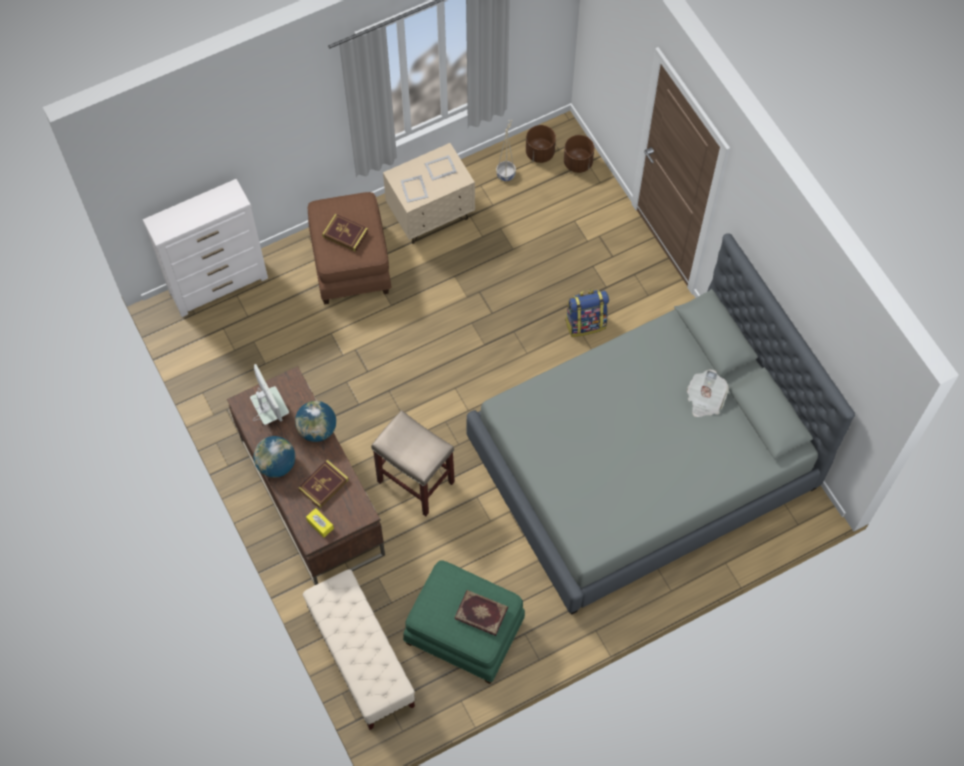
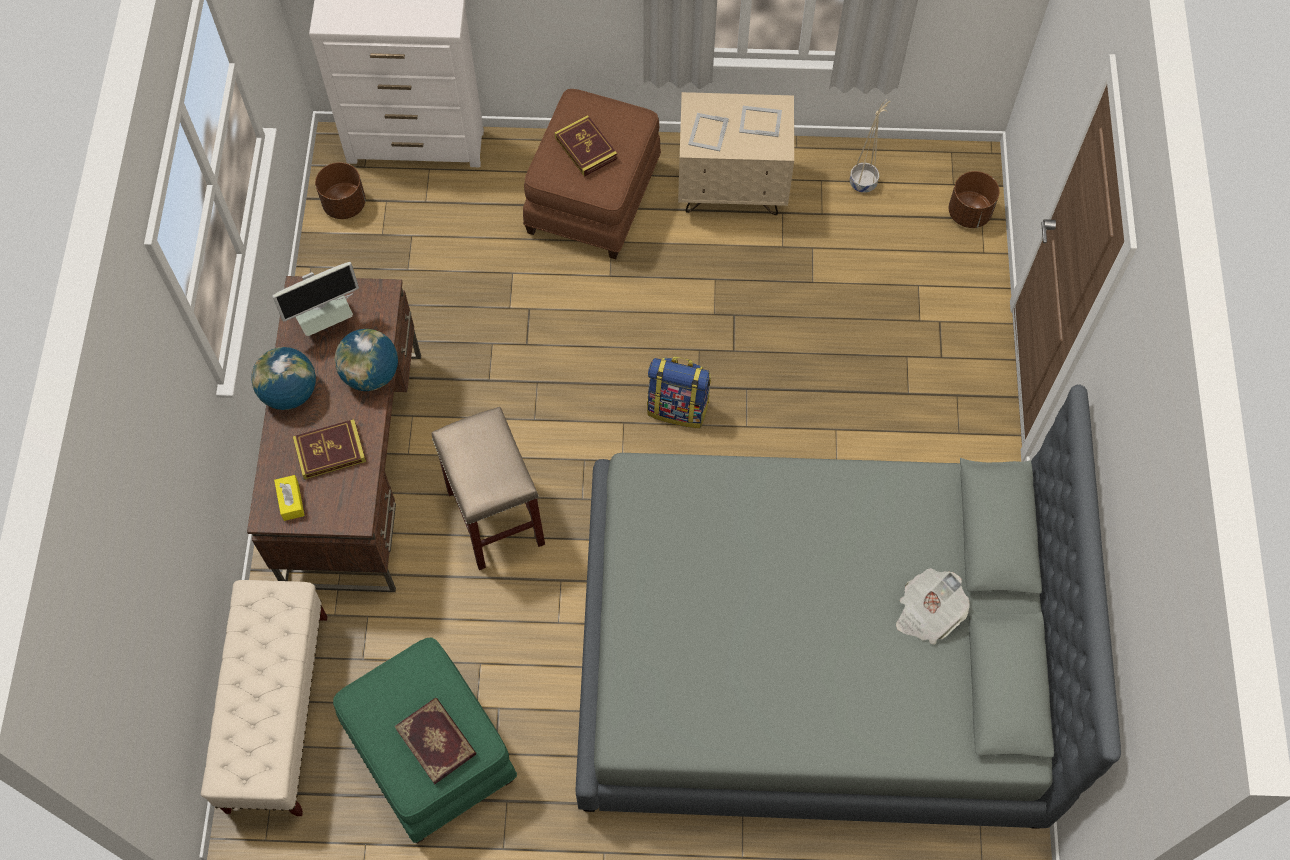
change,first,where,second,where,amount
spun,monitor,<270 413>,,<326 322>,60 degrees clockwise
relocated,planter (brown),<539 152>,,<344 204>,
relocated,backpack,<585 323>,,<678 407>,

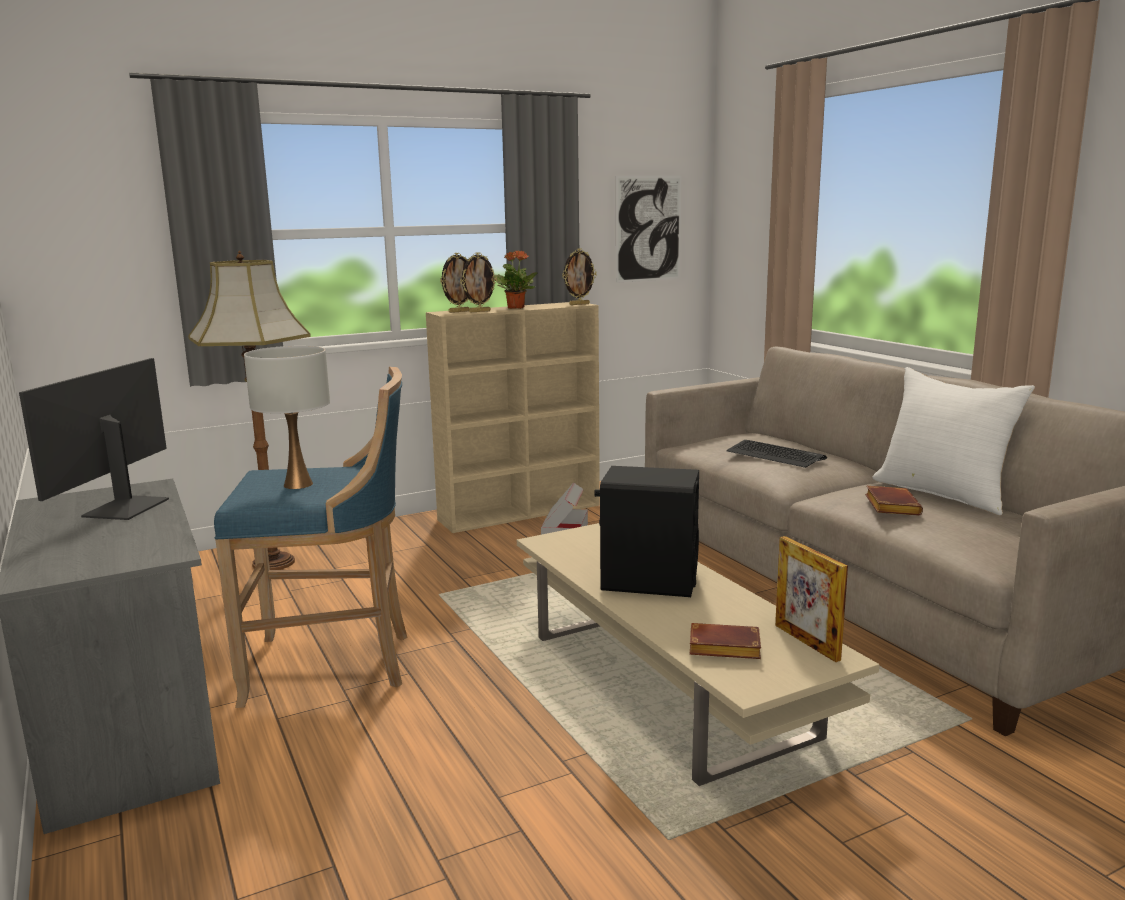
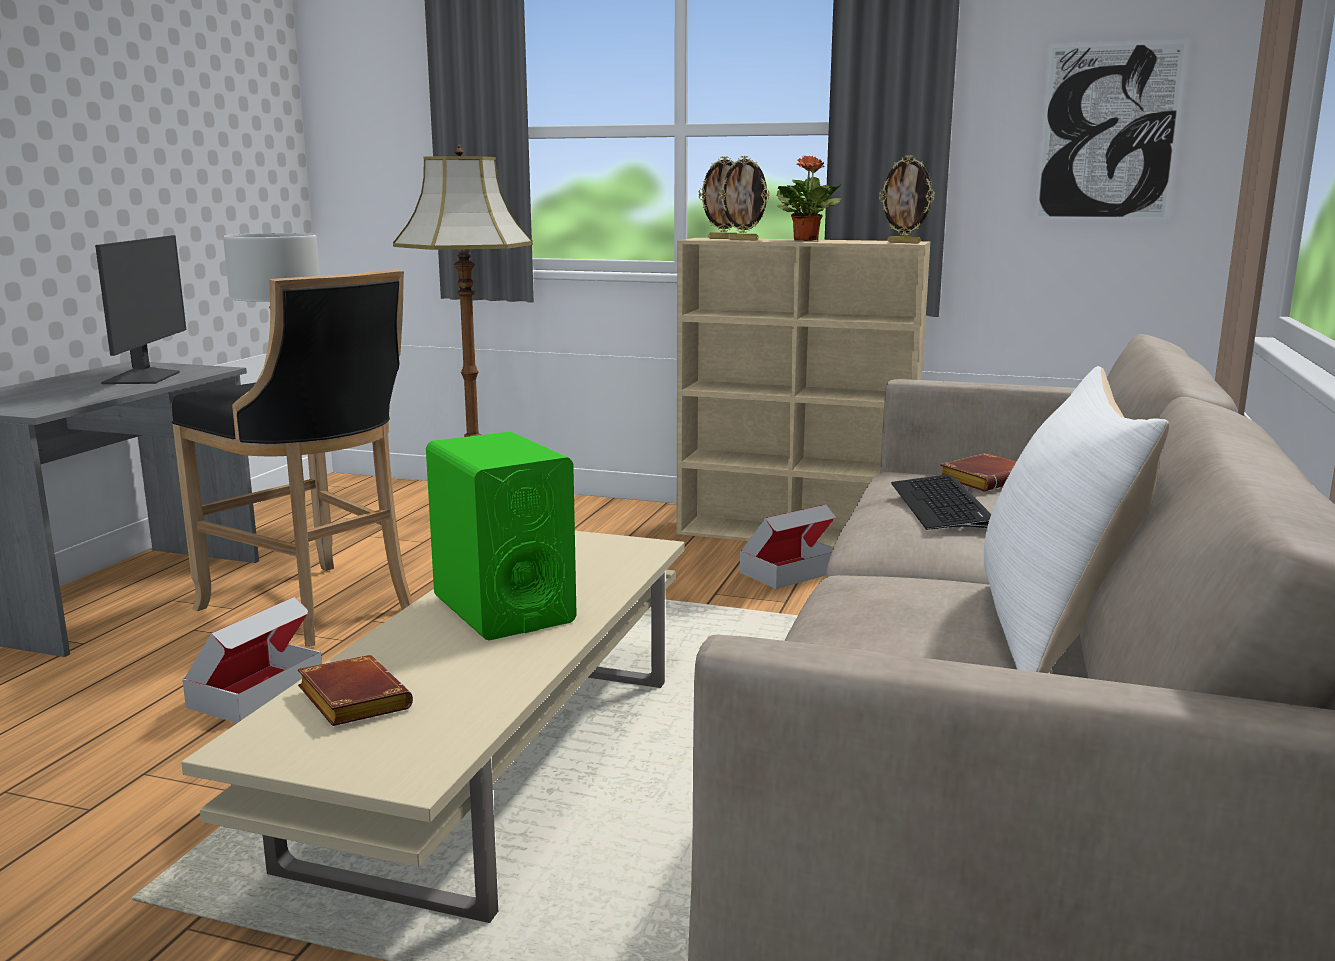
change,first,where,second,where,amount
spun,monitor,<124 508>,,<144 378>,120 degrees clockwise
colour,stool (blue),<334 665>,stool (black),<315 608>,
appeared,,,cardboard box,<256 692>,
colour,speaker (black),<648 582>,speaker (green),<503 609>,
relocated,book (brown),<889 506>,,<984 480>,
missing,picture frame,<806 642>,,,

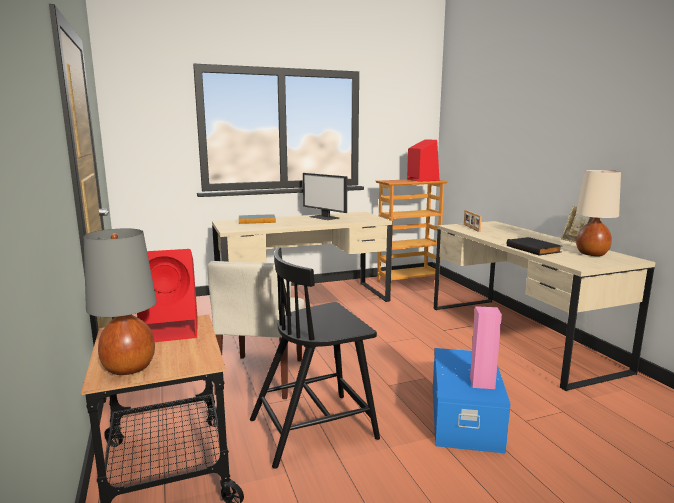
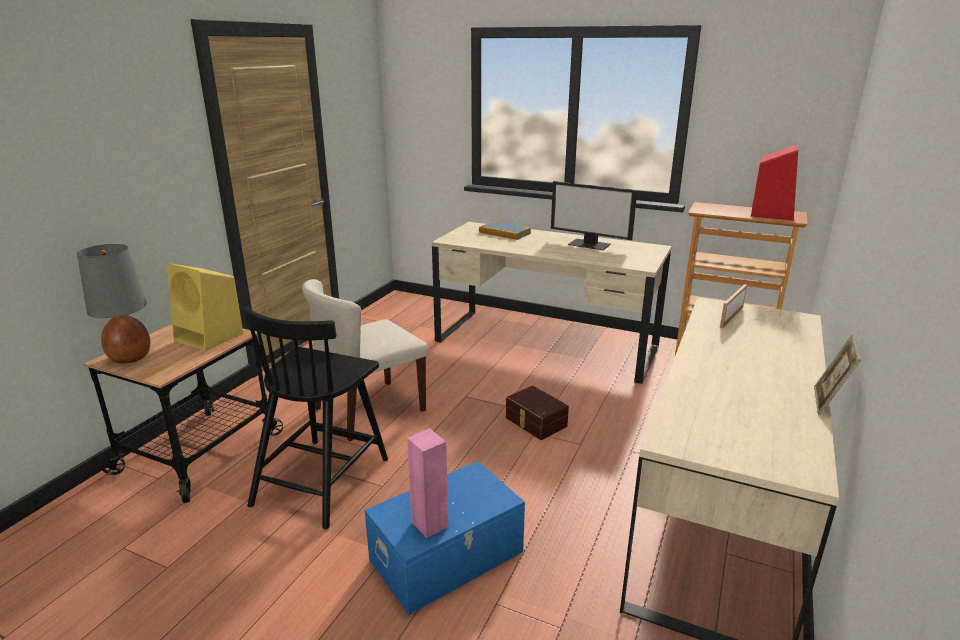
change,first,where,second,where,amount
colour,speaker (red),<172 330>,speaker (yellow),<210 337>,
spun,chair (black),<315 428>,,<322 479>,90 degrees counterclockwise
appeared,,,storage box (brown),<535 422>,
spun,monitor,<325 217>,,<590 244>,60 degrees counterclockwise
missing,book (black),<534 249>,,,
missing,table lamp (beige),<591 254>,,,

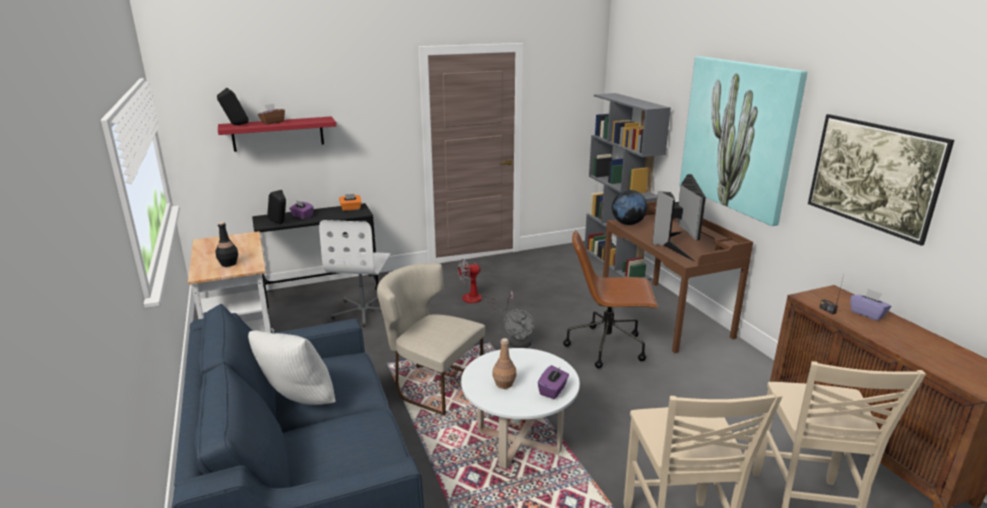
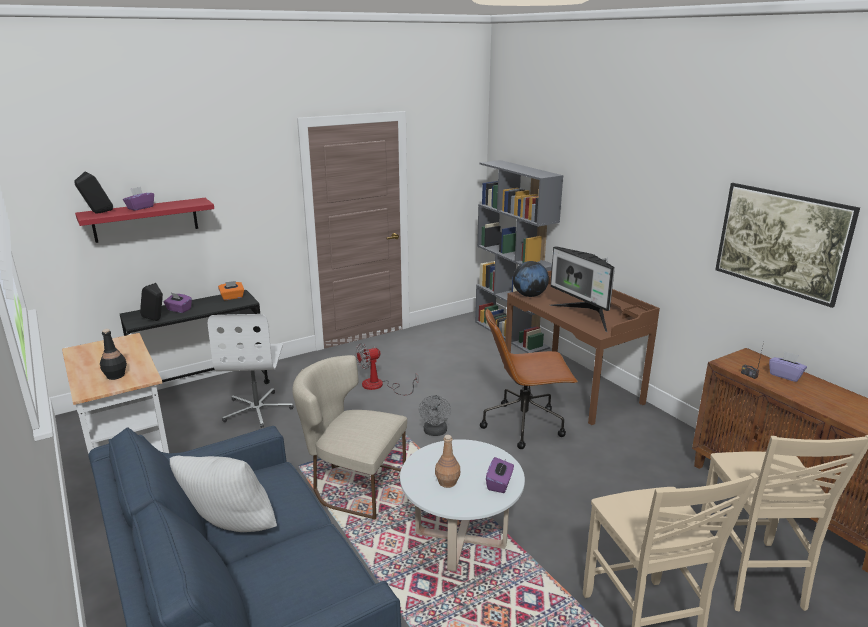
change,first,where,second,where,amount
colour,tissue box (brown),<272 122>,tissue box (purple),<140 208>,
spun,monitor,<677 245>,,<584 315>,150 degrees clockwise
missing,picture,<738 136>,,,

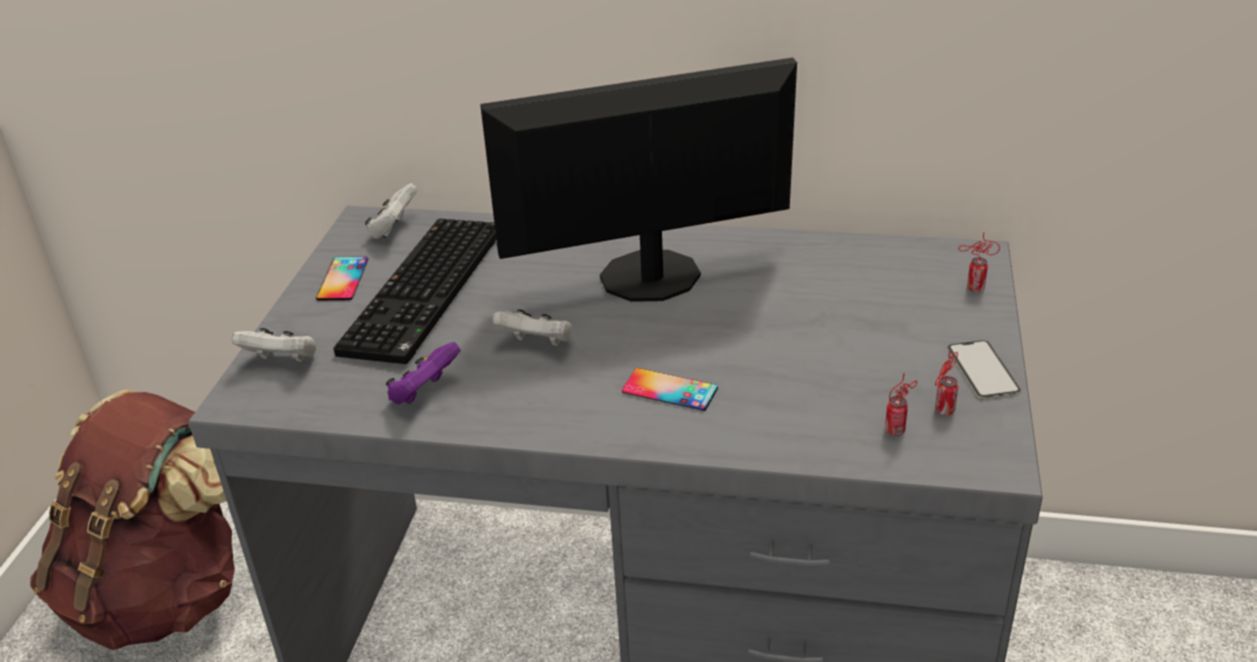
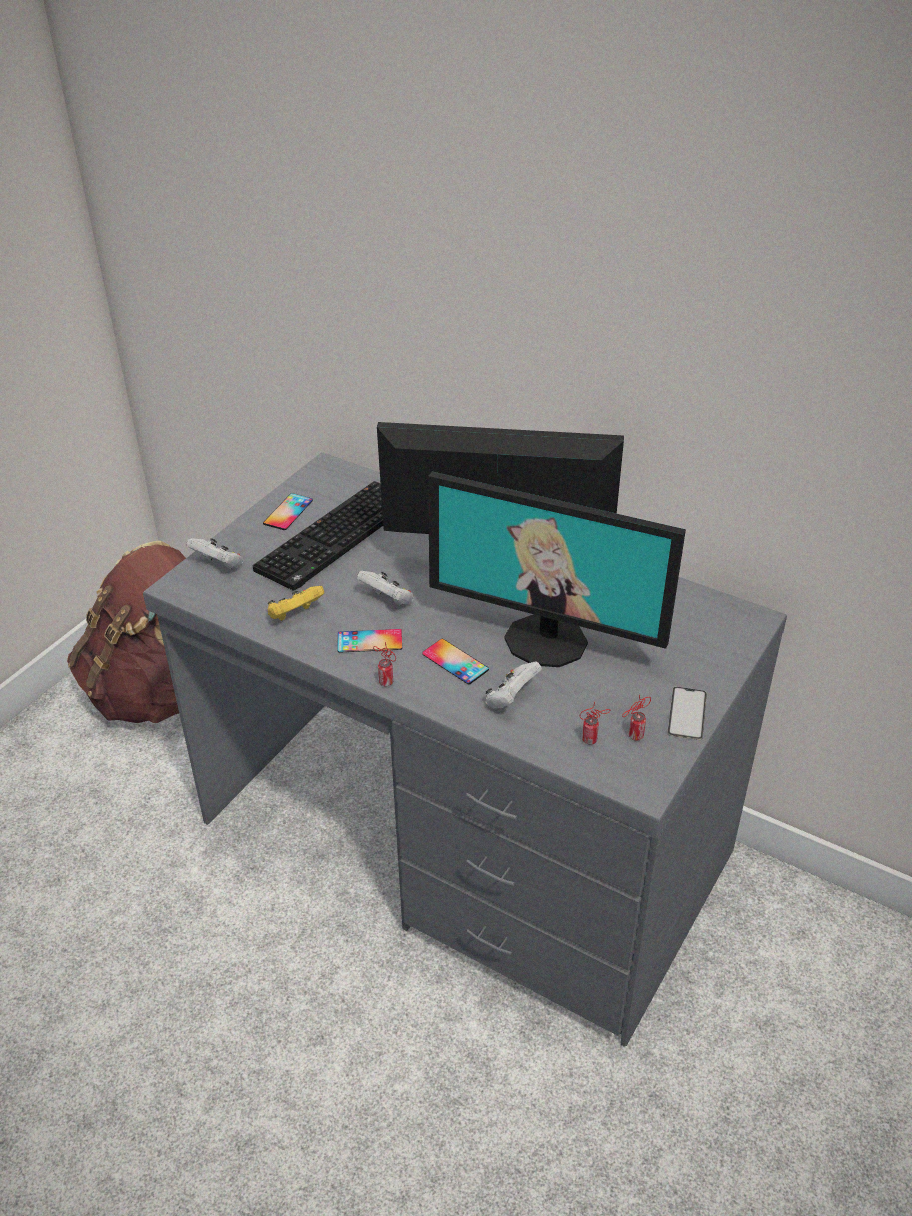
change,first,where,second,where,amount
colour,game controller (purple),<424 393>,game controller (yellow),<295 615>,
appeared,,,phone,<369 641>,
relocated,can,<973 288>,,<384 681>,
appeared,,,monitor,<547 640>,
relocated,game controller (white),<393 229>,,<511 699>,

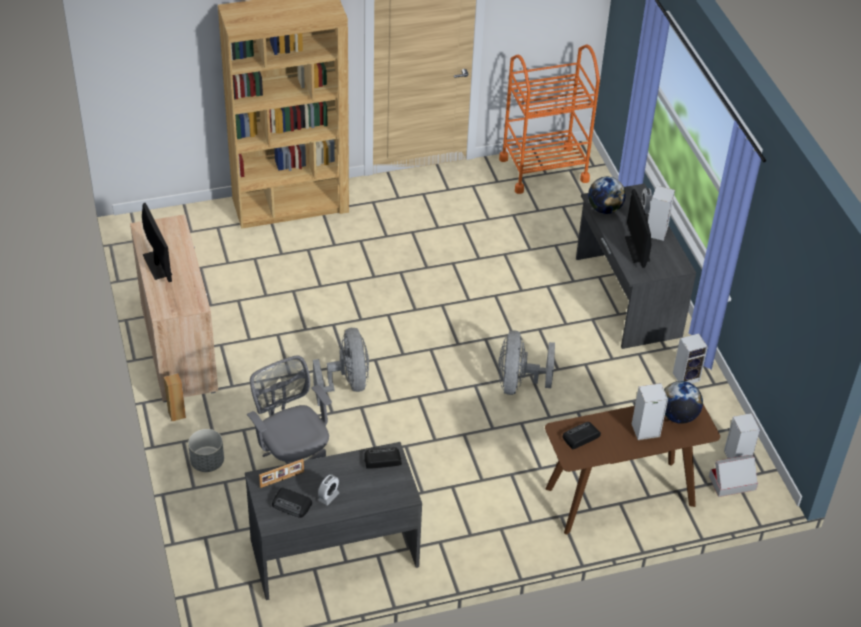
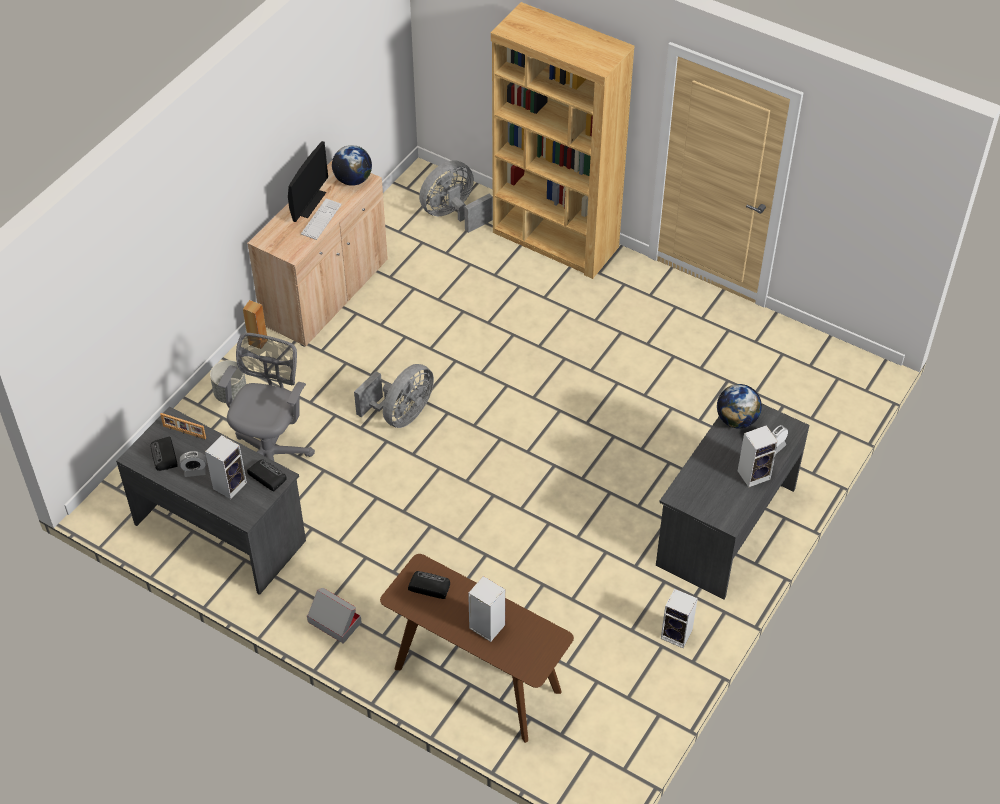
change,first,where,second,where,amount
relocated,speaker,<736 456>,,<230 484>,
appeared,,,keyboard,<321 219>,
relocated,cardboard box,<732 483>,,<334 622>,
relocated,globe,<678 416>,,<353 180>,
relocated,fan (grey),<518 383>,,<454 214>,
missing,cart (orange),<543 169>,,,
missing,monitor,<637 249>,,,

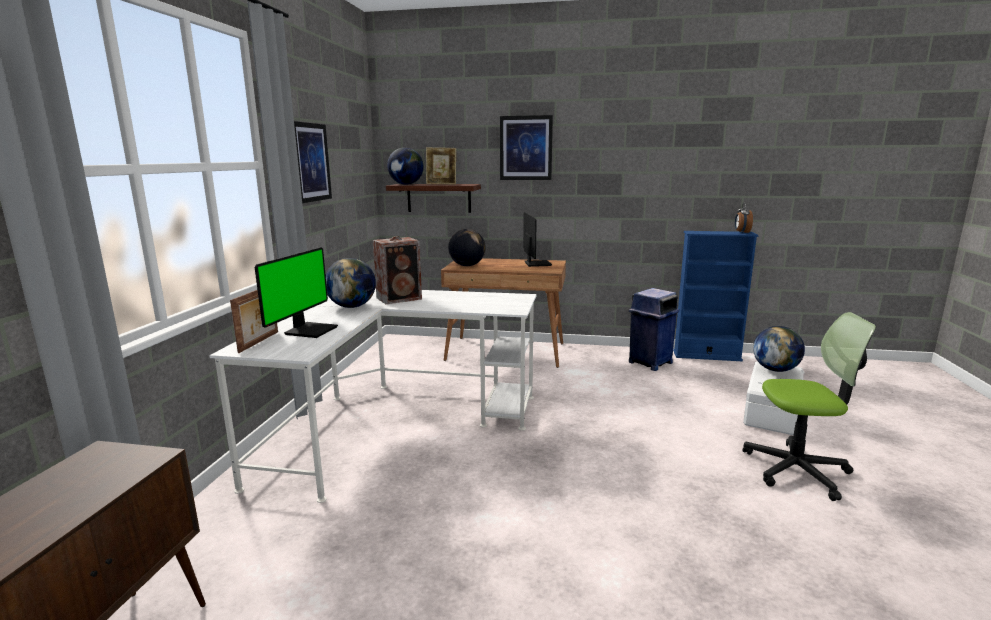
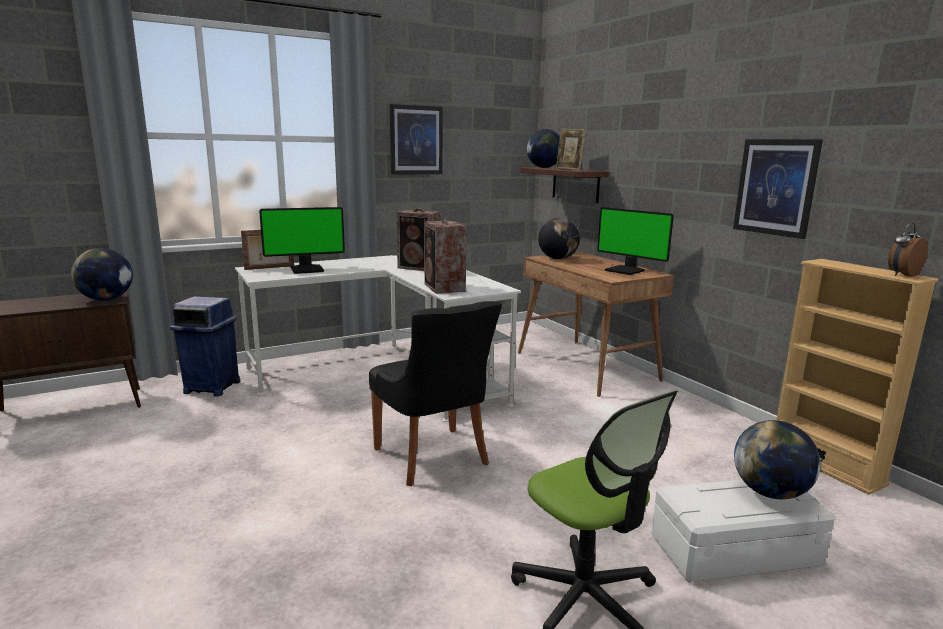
change,first,where,second,where,amount
relocated,globe,<352 306>,,<106 299>,
relocated,trash can (blue),<649 363>,,<211 387>,
appeared,,,chair (black),<433 458>,
appeared,,,speaker,<444 288>,
spun,monitor,<536 264>,,<626 270>,90 degrees clockwise
relocated,picture,<526 148>,,<775 187>,
colour,bookcase (blue),<706 355>,bookcase (beige),<825 465>,

